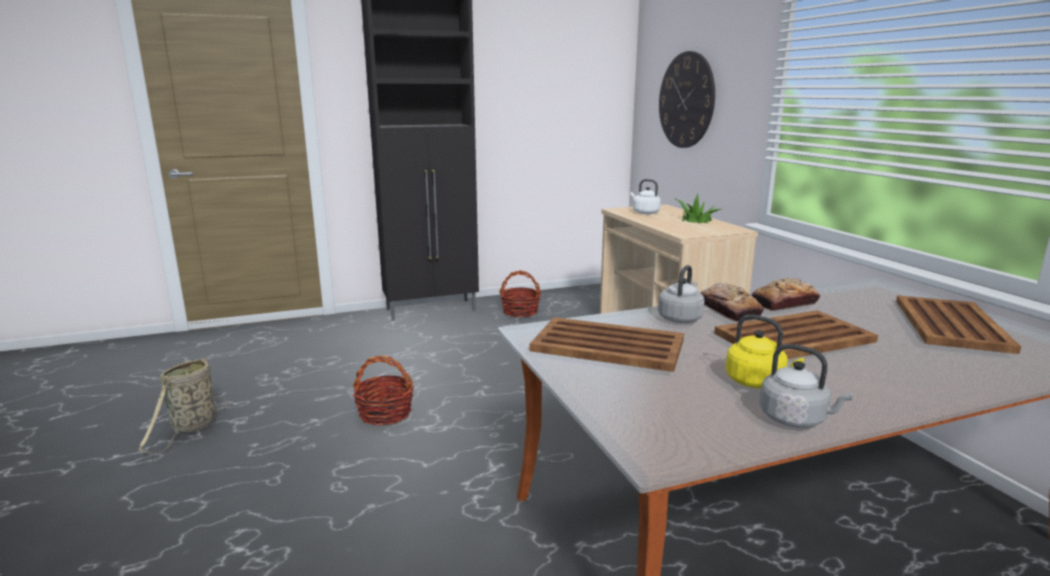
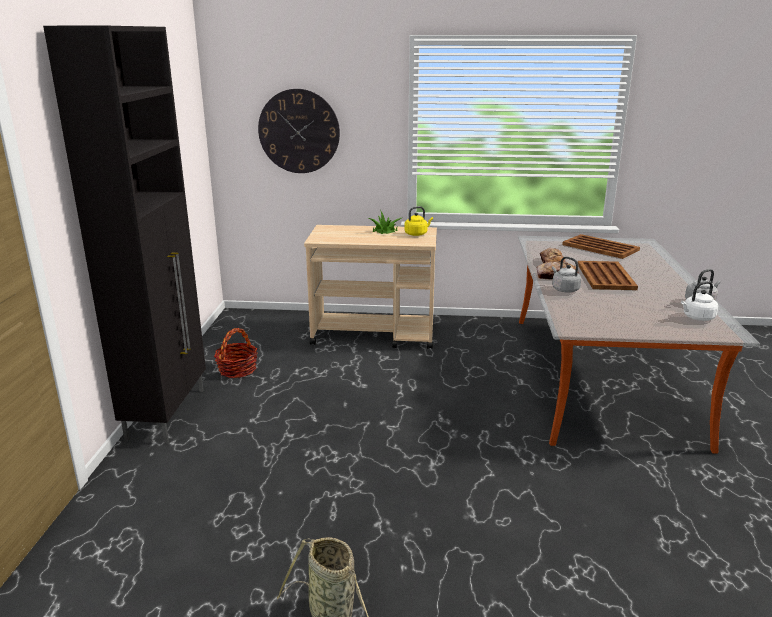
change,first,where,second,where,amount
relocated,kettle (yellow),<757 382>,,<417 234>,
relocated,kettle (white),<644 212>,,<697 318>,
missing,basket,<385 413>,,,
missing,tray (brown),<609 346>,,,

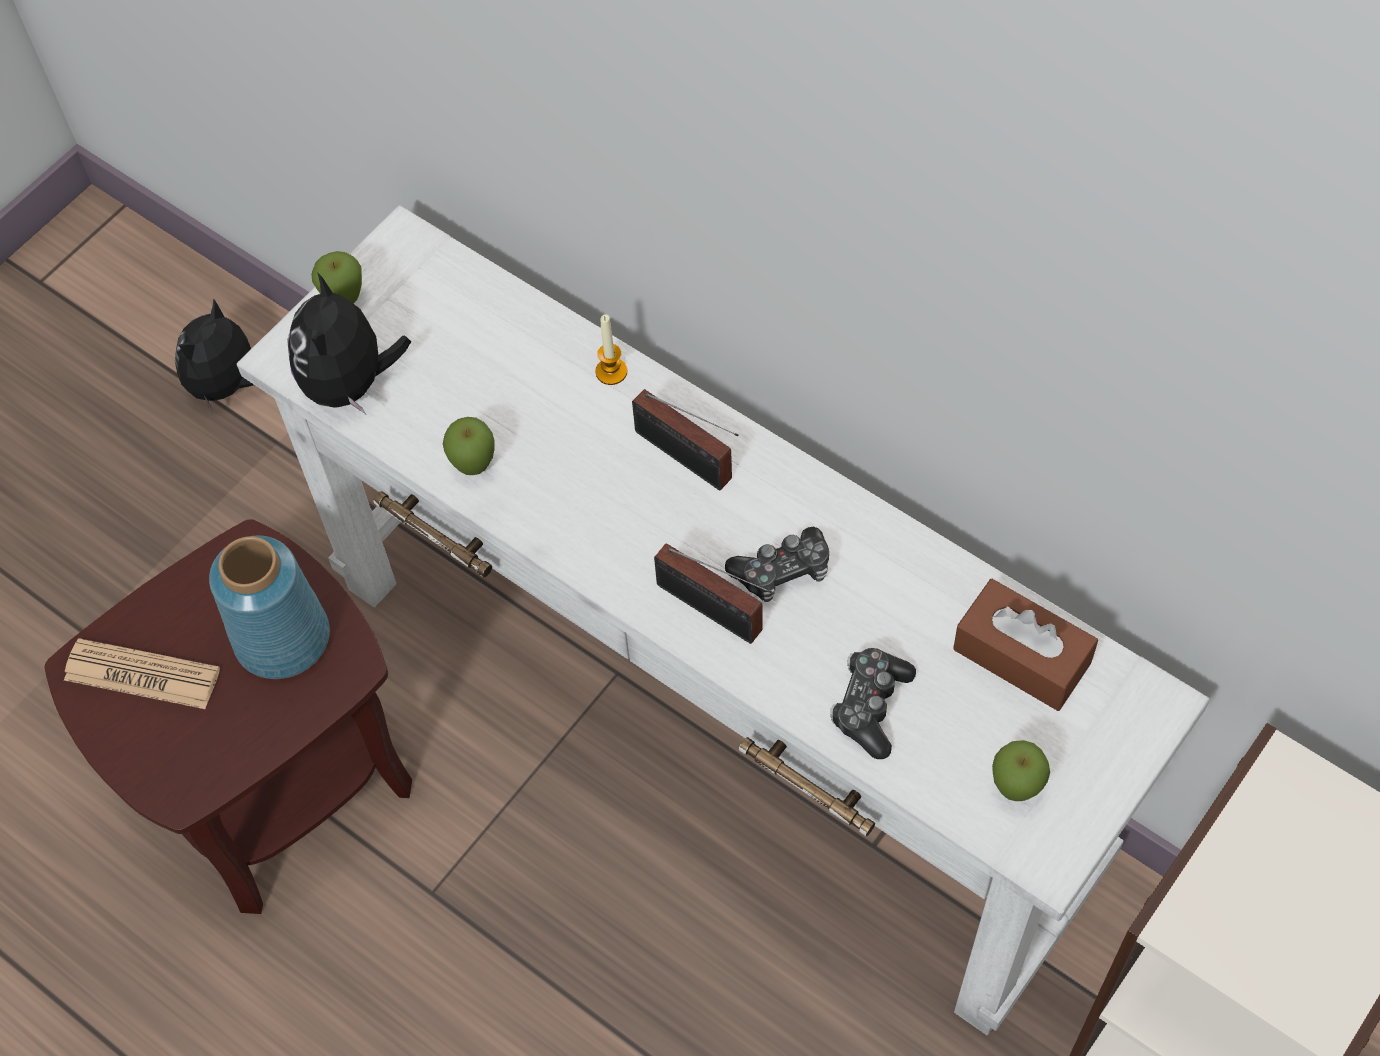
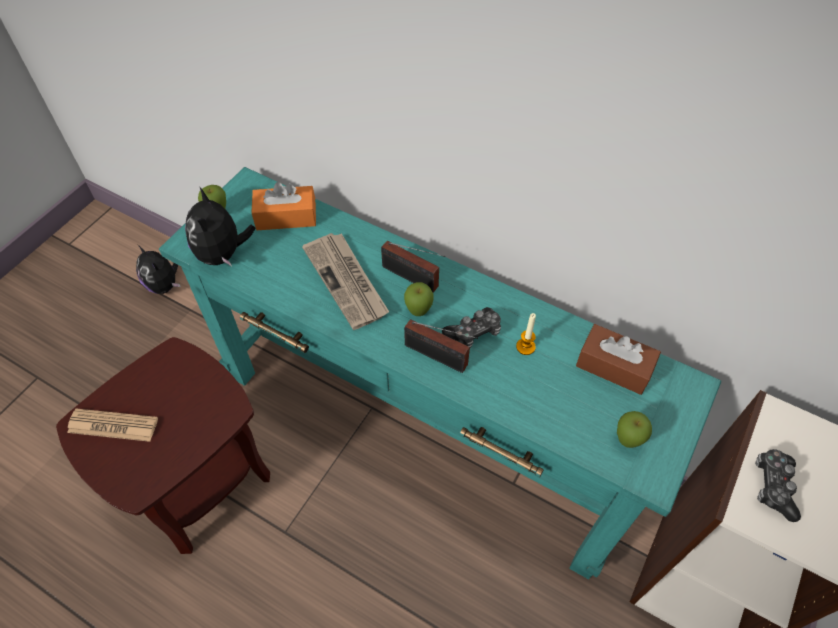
change,first,where,second,where,amount
spun,plush toy,<228 386>,,<165 285>,60 degrees counterclockwise
colour,console table (white),<708 723>,console table (turquoise),<421 428>,
appeared,,,tissue box (orange),<286 217>,
appeared,,,newspaper,<347 281>,
relocated,apple,<474 467>,,<418 312>,
relocated,candle,<611 372>,,<525 347>,
relocated,game controller,<870 706>,,<773 486>,
missing,vase (blue),<281 639>,,,

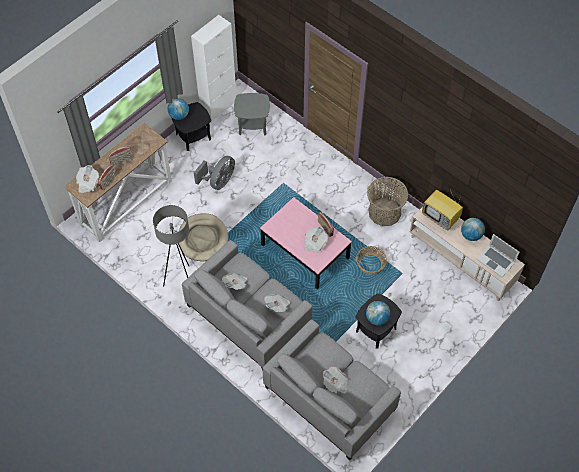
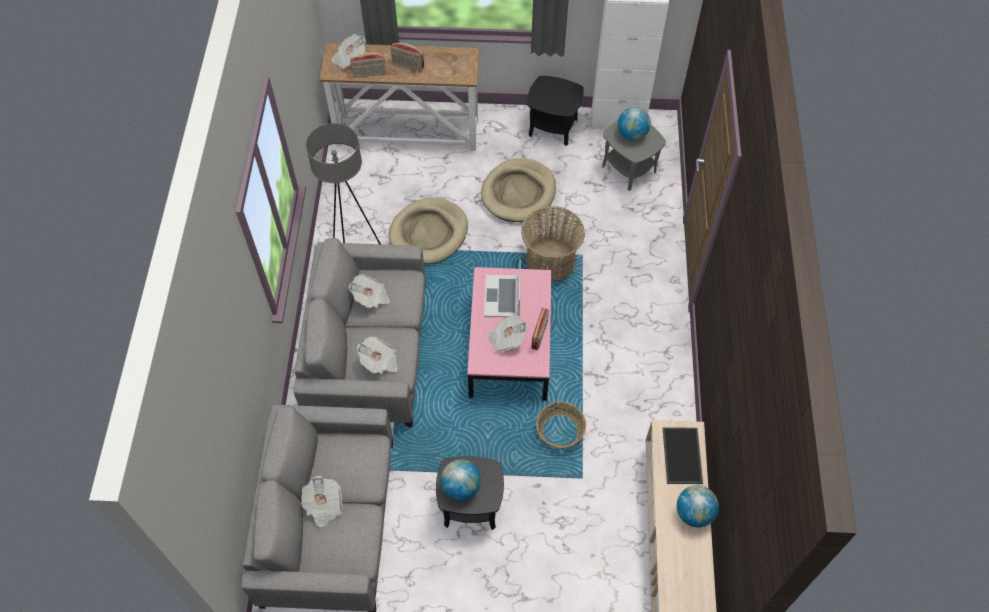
change,first,where,second,where,amount
exchanged,fan (grey),<218 181>,dog bed (beige),<518 193>,
relocated,laptop,<496 260>,,<502 296>,
relocated,basket,<384 212>,,<550 261>,
relocated,globe,<179 115>,,<632 134>,
exchanged,television,<441 218>,tray,<683 456>,

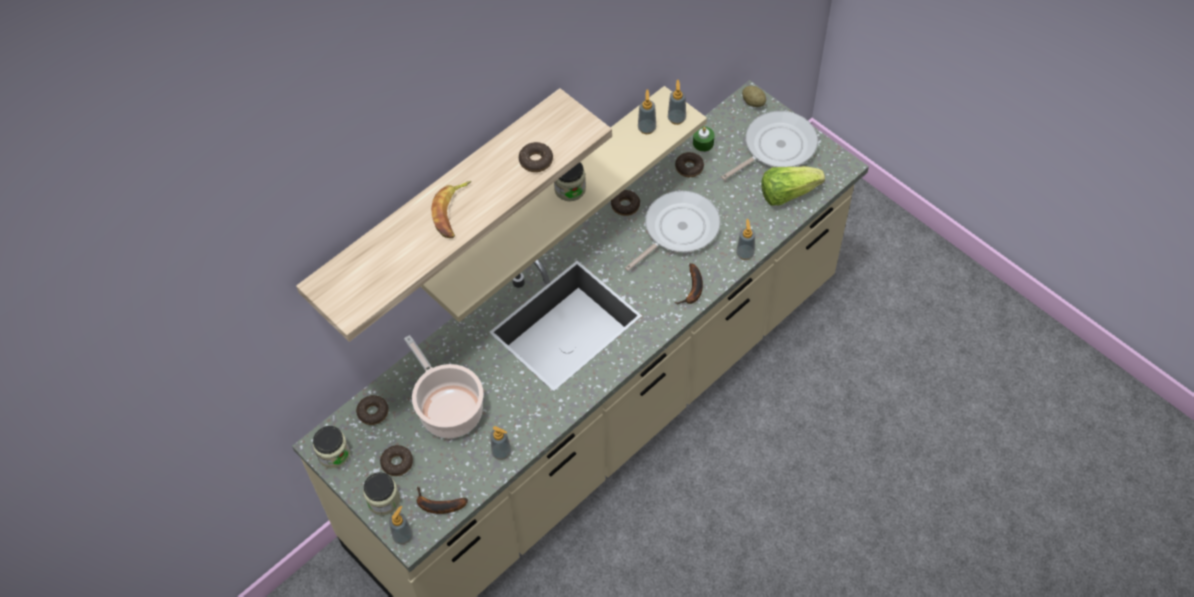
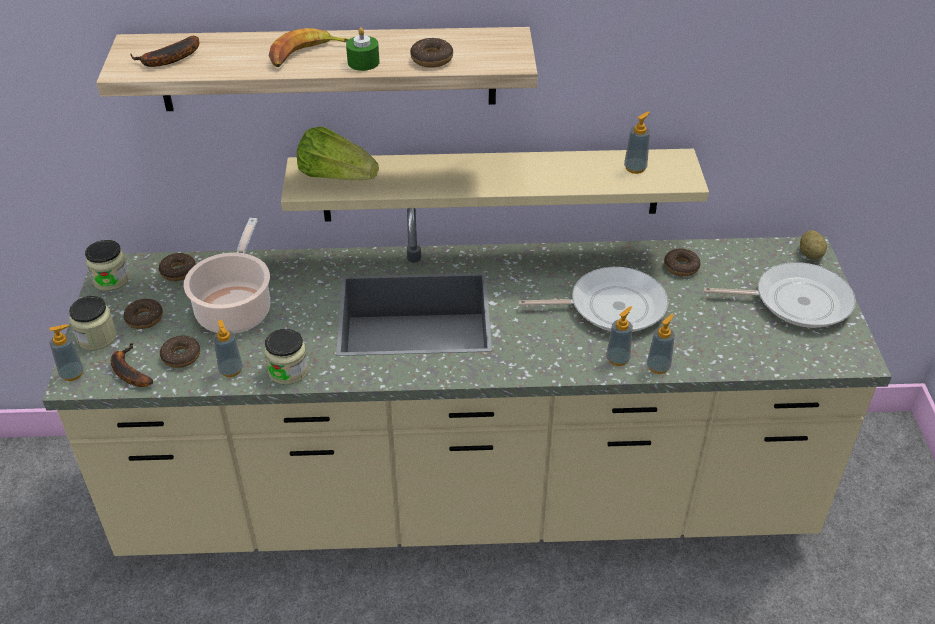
change,first,where,second,where,amount
relocated,banana,<693 290>,,<168 60>,
relocated,donut,<625 205>,,<181 356>,
relocated,jar,<570 189>,,<288 371>,
relocated,lettuce,<787 193>,,<336 176>,
relocated,candle (green),<703 143>,,<363 62>,
relocated,soap dispenser,<676 118>,,<617 359>,

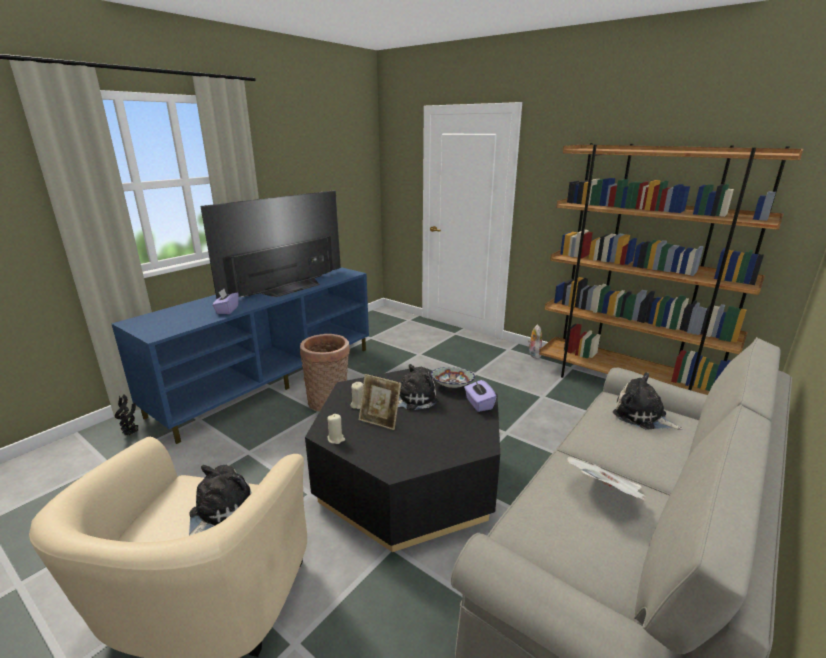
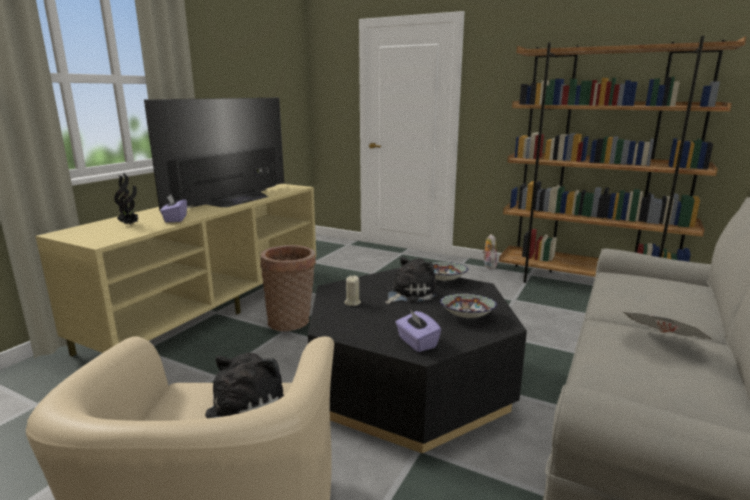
change,first,where,second,where,amount
colour,tv stand (blue),<269 379>,tv stand (beige),<214 306>,
relocated,potted plant,<131 434>,,<130 224>,
relocated,tissue box (purple),<478 404>,,<416 343>,
appeared,,,bowl,<467 317>,
missing,candle (beige),<336 439>,,,
missing,picture frame,<380 421>,,,
missing,plush toy,<642 416>,,,

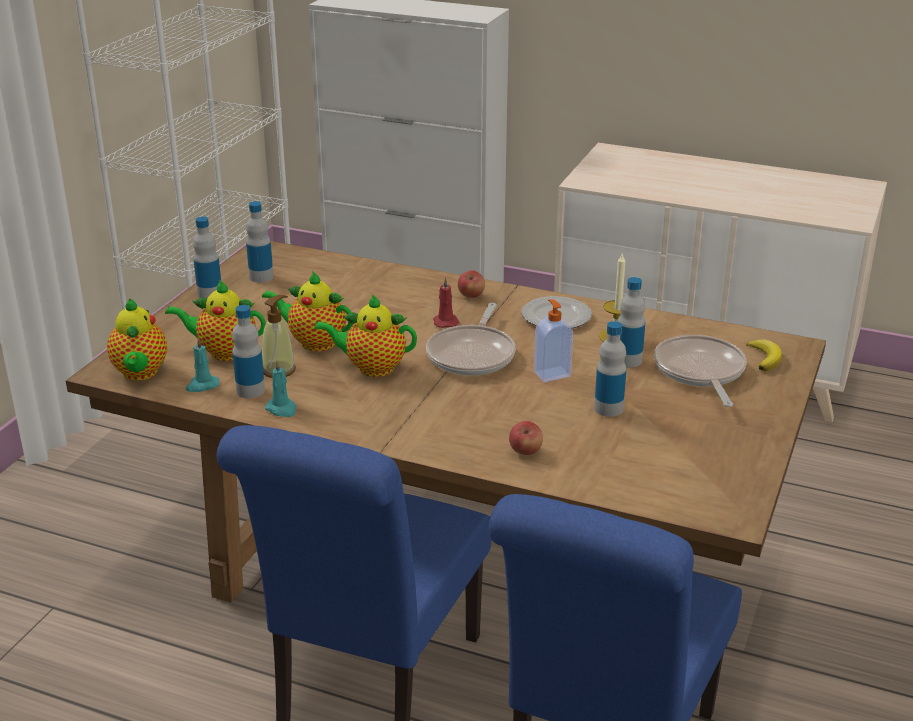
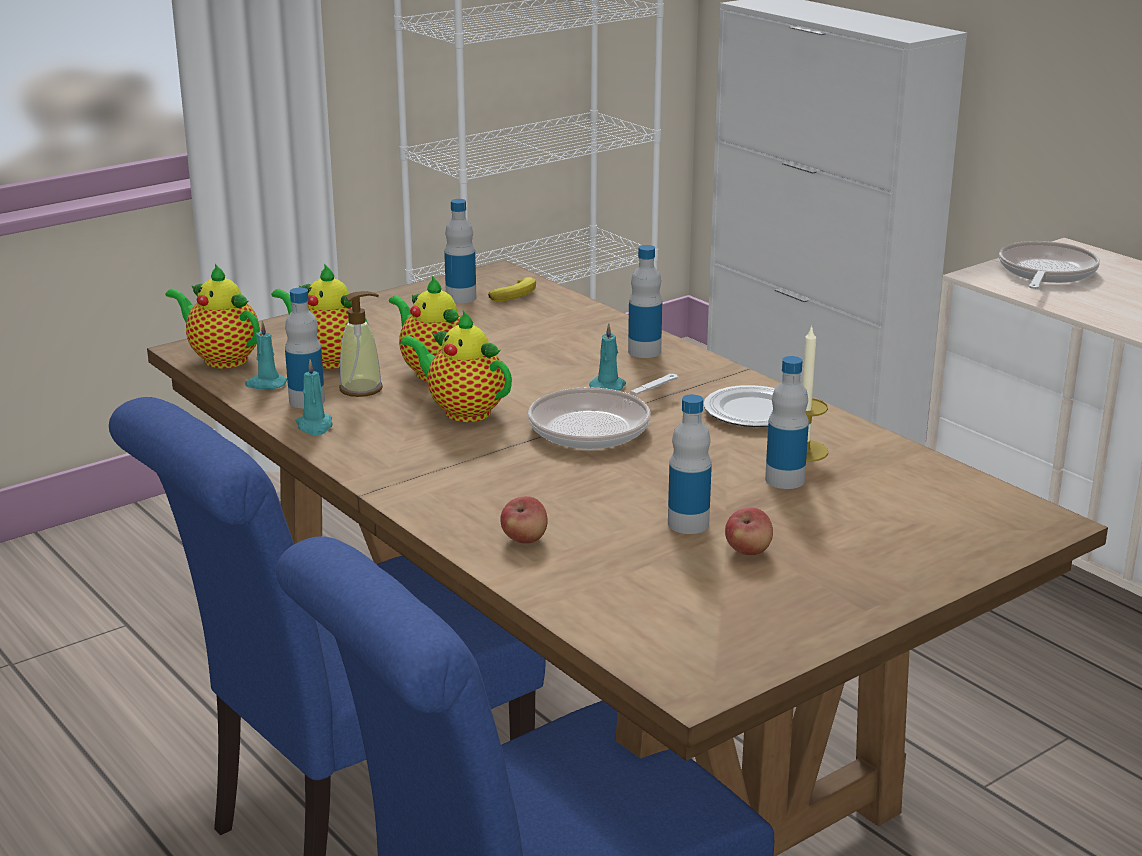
change,first,where,second,where,amount
spun,teapot,<140 374>,,<221 359>,105 degrees clockwise
relocated,banana,<765 358>,,<516 294>,
colour,candle (red),<445 322>,candle (turquoise),<608 386>,
relocated,bottle,<210 294>,,<644 351>,
relocated,apple,<471 296>,,<748 551>,
relocated,frying pan,<700 372>,,<1045 273>,
missing,soap dispenser,<551 374>,,,

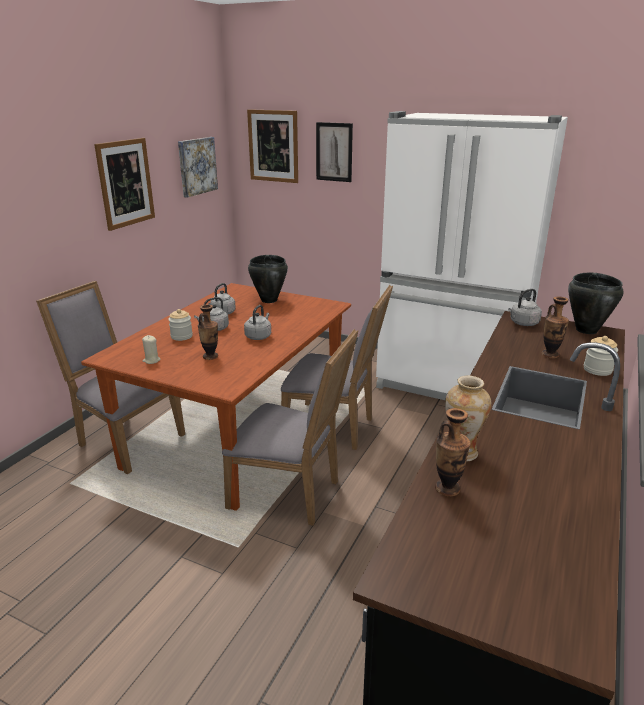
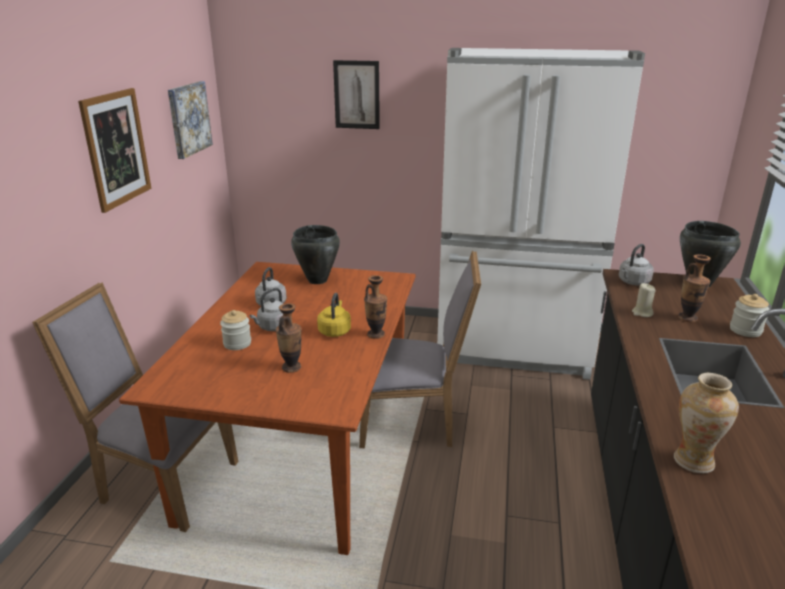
change,first,where,second,where,amount
colour,kettle (grey),<259 336>,kettle (yellow),<335 331>,
relocated,vase,<447 488>,,<376 334>,
relocated,candle (beige),<151 360>,,<642 313>,
missing,chair (grey),<291 493>,,,
missing,picture,<273 146>,,,

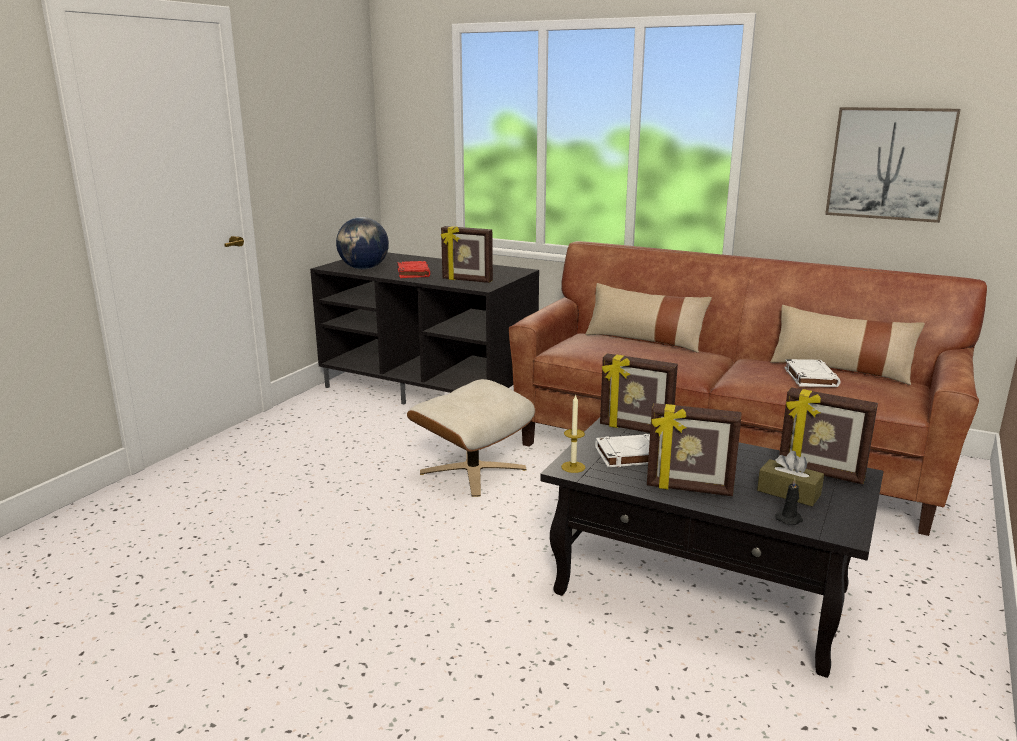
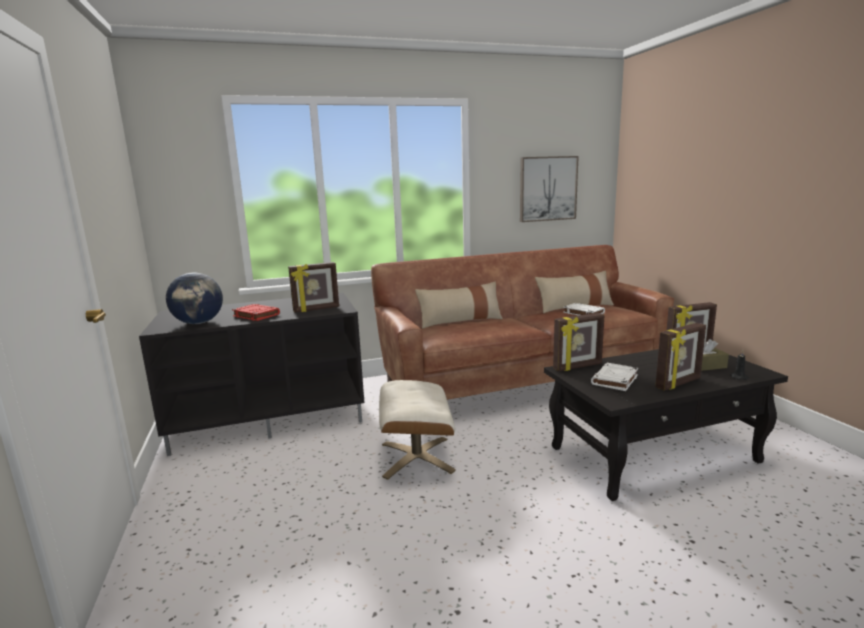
change,first,where,second,where,amount
missing,candle,<573 467>,,,

